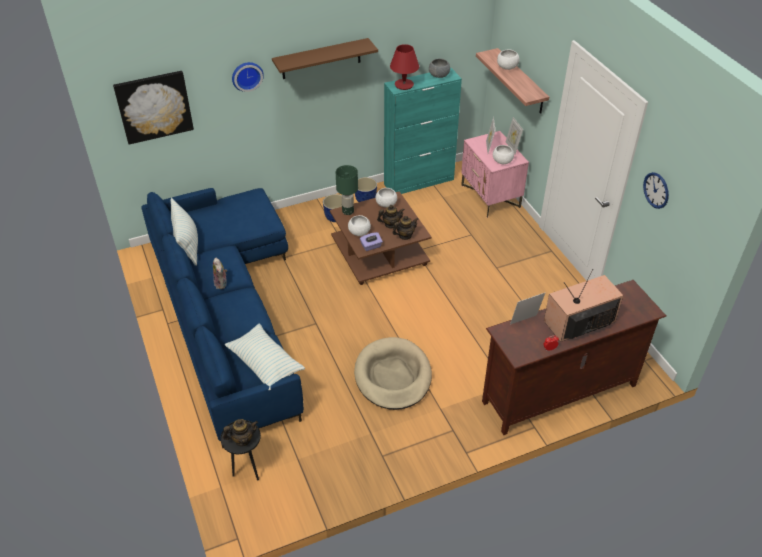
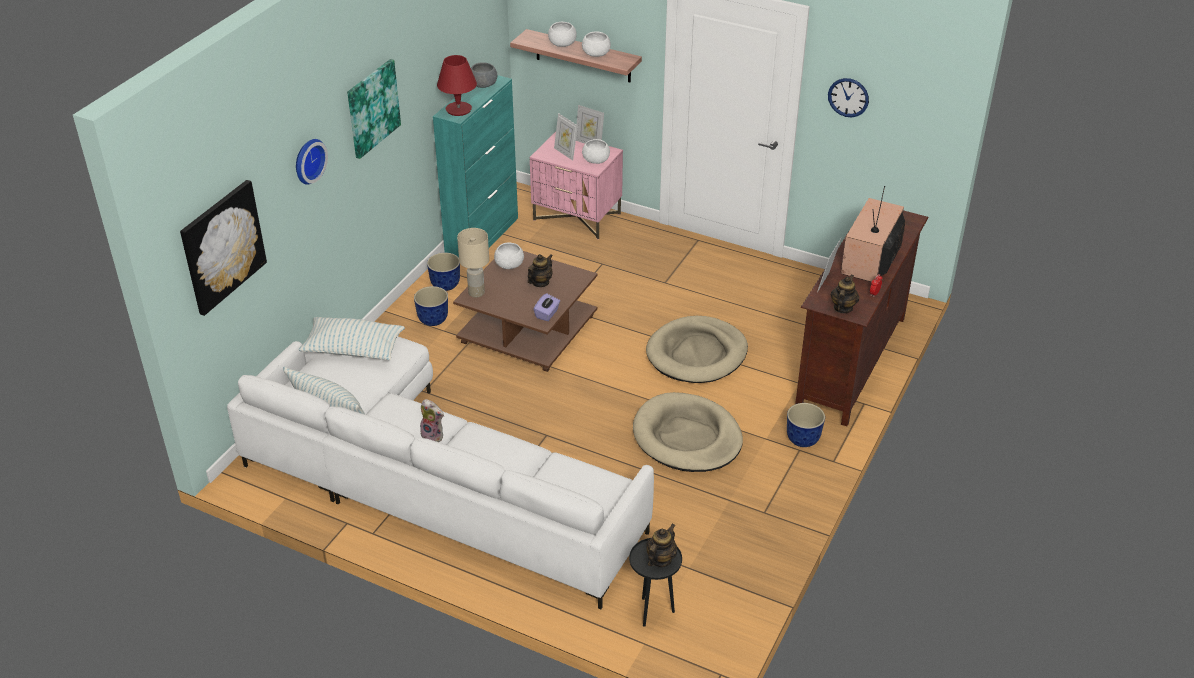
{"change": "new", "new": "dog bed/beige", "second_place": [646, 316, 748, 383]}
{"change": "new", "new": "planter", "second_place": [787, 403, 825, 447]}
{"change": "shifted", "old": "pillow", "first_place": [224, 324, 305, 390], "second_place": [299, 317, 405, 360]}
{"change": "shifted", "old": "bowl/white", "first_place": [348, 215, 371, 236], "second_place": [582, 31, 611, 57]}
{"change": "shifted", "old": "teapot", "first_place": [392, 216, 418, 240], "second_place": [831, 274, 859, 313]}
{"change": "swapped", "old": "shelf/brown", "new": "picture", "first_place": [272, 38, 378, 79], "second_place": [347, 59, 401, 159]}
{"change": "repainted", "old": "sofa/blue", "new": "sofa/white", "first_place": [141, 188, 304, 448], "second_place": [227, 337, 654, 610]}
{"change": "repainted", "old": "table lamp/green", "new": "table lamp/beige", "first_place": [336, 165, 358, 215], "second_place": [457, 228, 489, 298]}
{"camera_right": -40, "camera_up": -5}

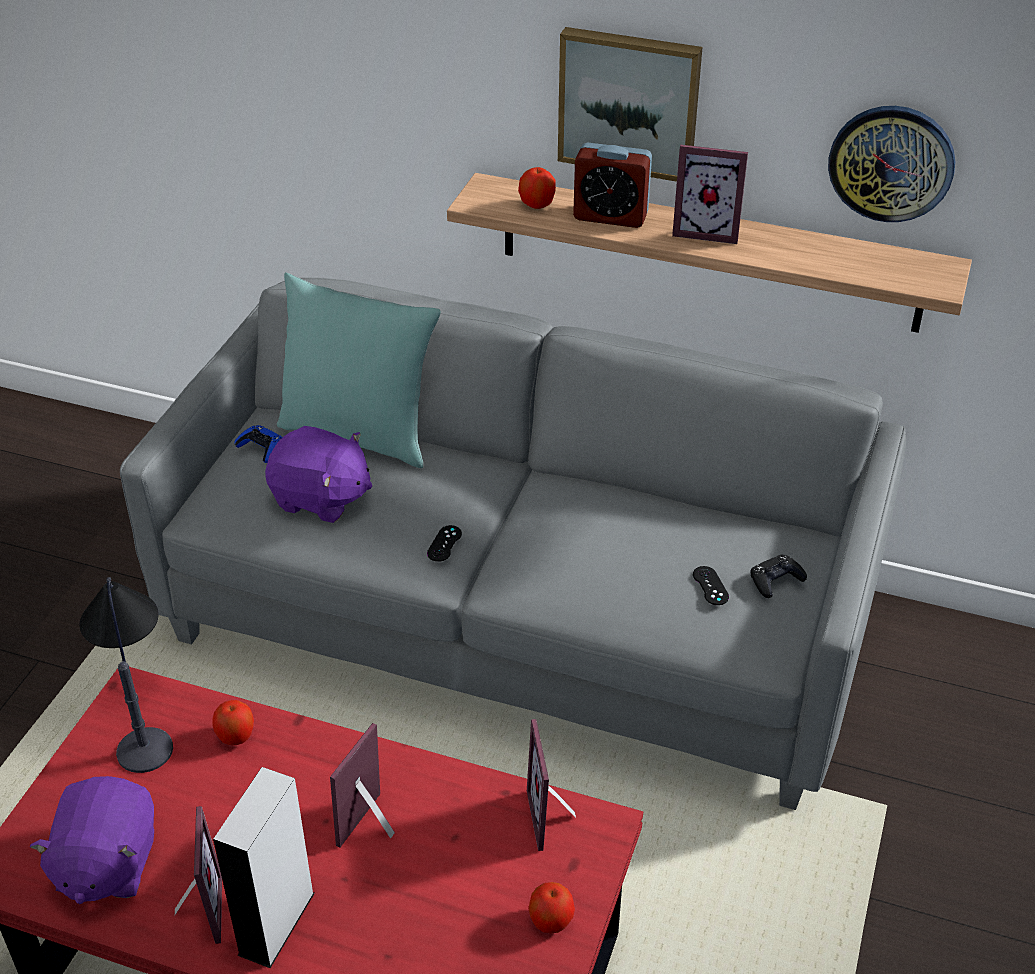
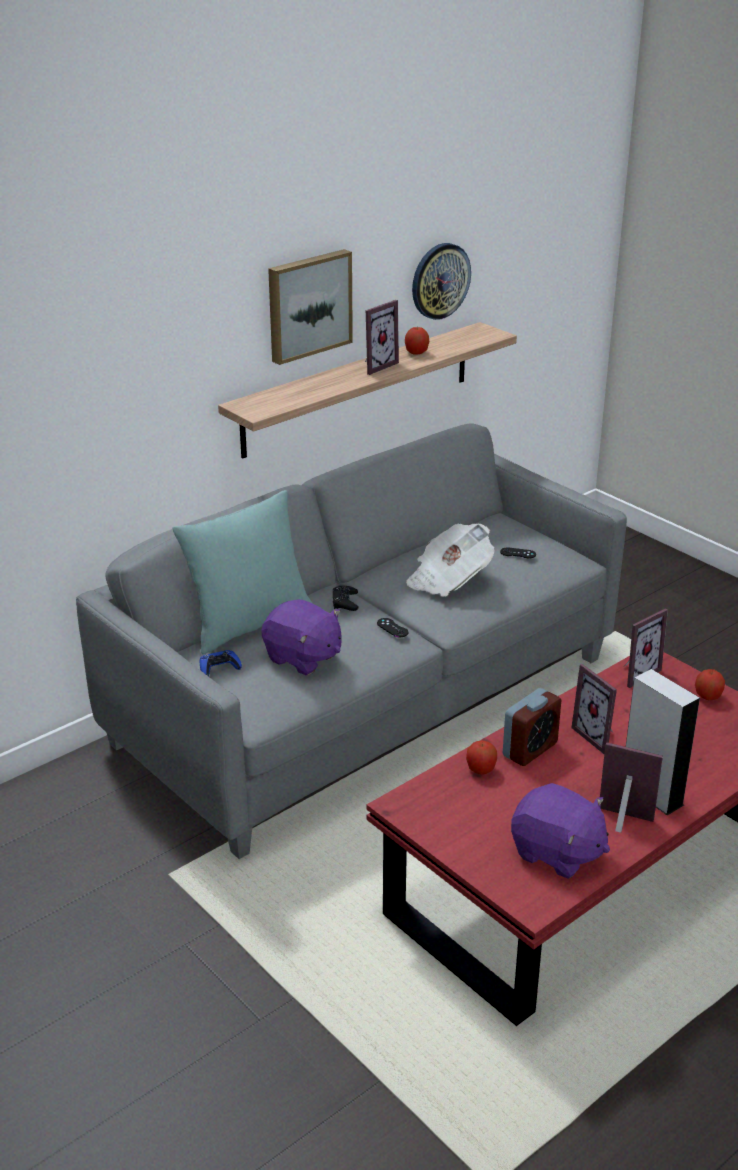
{"change": "gone", "old": "table lamp", "first_place": [79, 577, 173, 773]}
{"change": "new", "new": "newspaper", "second_place": [406, 524, 494, 597]}
{"change": "shifted", "old": "apple", "first_place": [518, 167, 556, 209], "second_place": [405, 327, 429, 355]}
{"change": "shifted", "old": "alarm clock", "first_place": [573, 142, 652, 228], "second_place": [503, 688, 561, 766]}
{"change": "shifted", "old": "game controller/black", "first_place": [750, 555, 807, 598], "second_place": [333, 585, 359, 611]}
{"change": "rotated", "old": "plush toy/purple", "first_place": [265, 426, 372, 523], "second_place": [261, 599, 342, 675], "degrees": 75}
{"change": "rotated", "old": "picture frame", "first_place": [527, 719, 576, 851], "second_place": [624, 608, 668, 688], "degrees": -60}
{"camera_right": -60, "camera_up": -10}

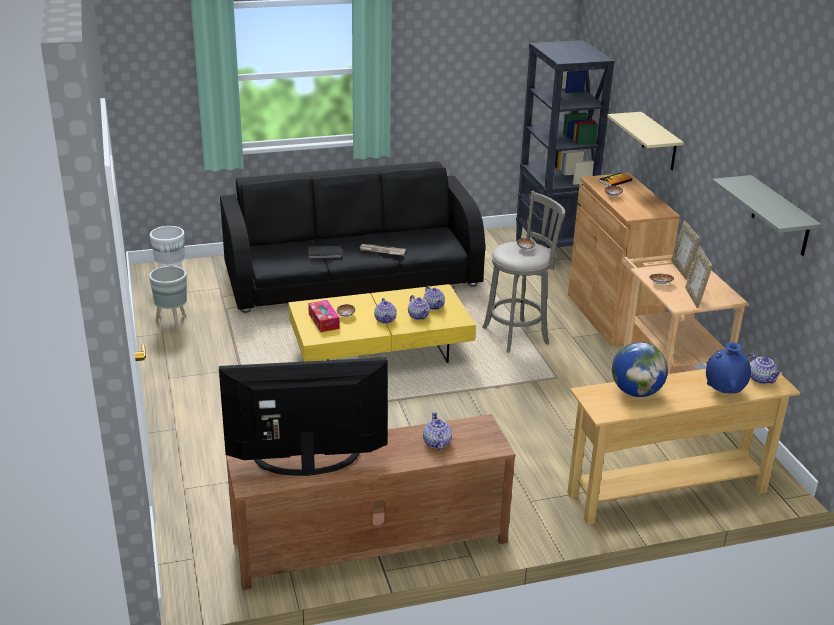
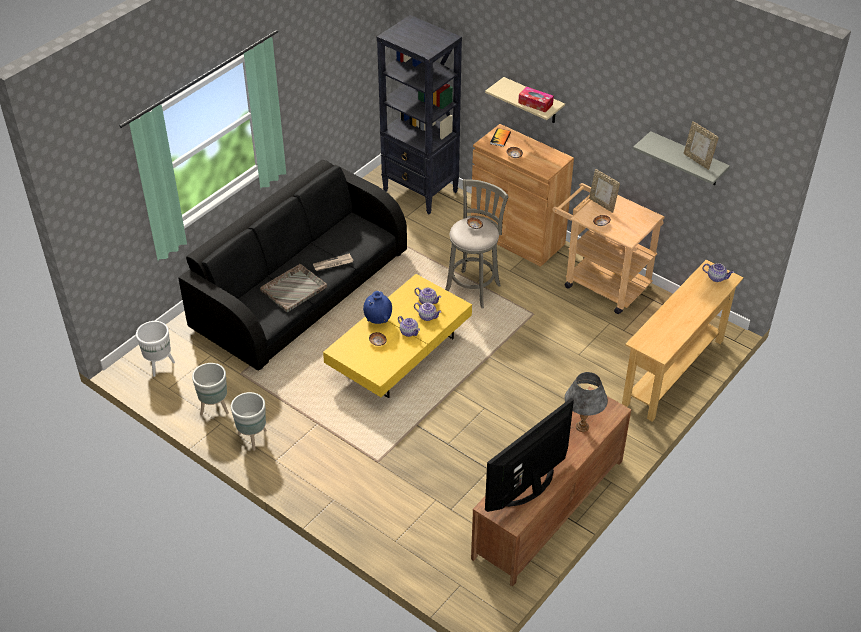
{"change": "gone", "old": "globe", "first_place": [612, 342, 668, 397]}
{"change": "new", "new": "planter/grey", "second_place": [231, 392, 267, 451]}
{"change": "shifted", "old": "tissue box", "first_place": [308, 300, 340, 332], "second_place": [518, 87, 554, 113]}
{"change": "shifted", "old": "picture frame", "first_place": [685, 246, 712, 308], "second_place": [683, 121, 719, 170]}
{"change": "shifted", "old": "vase/blue", "first_place": [706, 342, 751, 394], "second_place": [363, 291, 392, 324]}
{"change": "swapped", "old": "book/black", "new": "tray/grey", "first_place": [308, 246, 342, 259], "second_place": [260, 264, 327, 312]}
{"change": "swapped", "old": "teapot", "new": "table lamp/grey", "first_place": [423, 412, 452, 450], "second_place": [565, 372, 608, 432]}
{"camera_right": -35, "camera_up": 15}

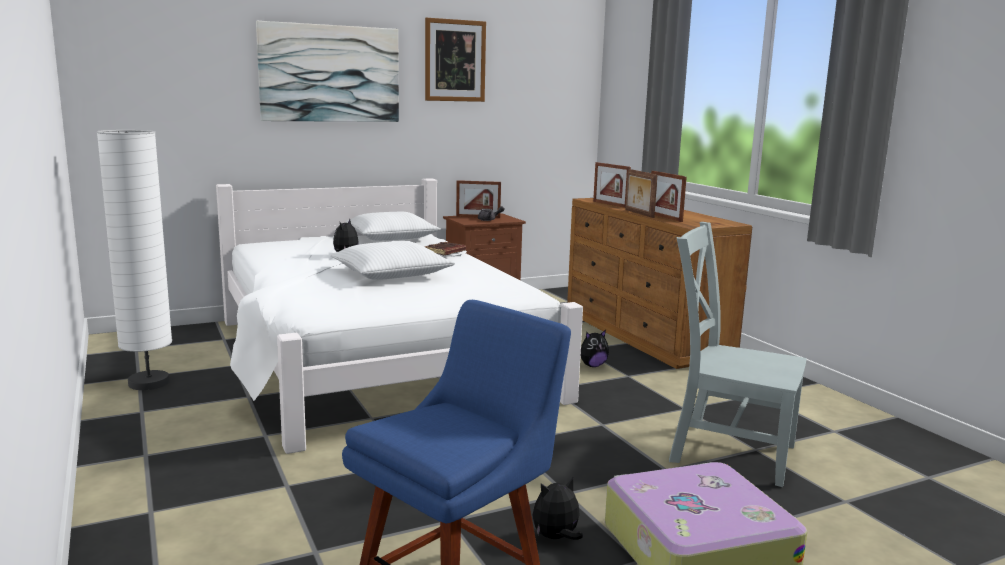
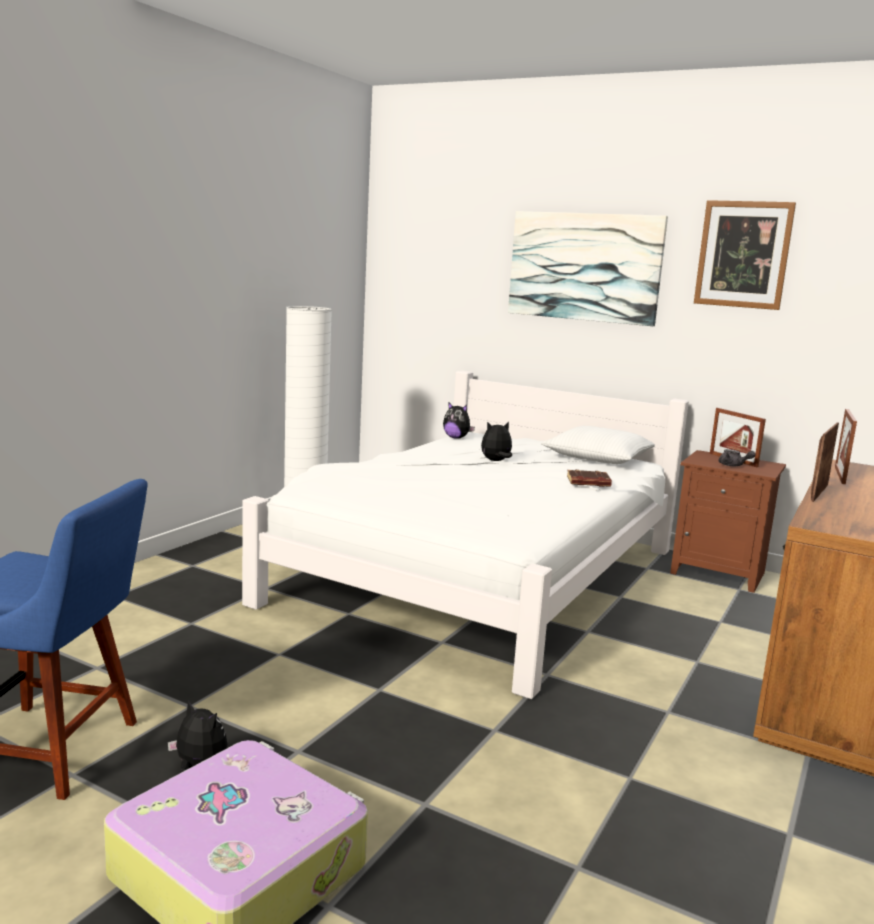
{"change": "gone", "old": "pillow/white", "first_place": [330, 241, 455, 280]}
{"change": "gone", "old": "picture frame", "first_place": [651, 171, 687, 222]}
{"change": "gone", "old": "chair/grey", "first_place": [669, 222, 807, 487]}
{"change": "shifted", "old": "plush toy", "first_place": [581, 330, 609, 367], "second_place": [443, 402, 475, 439]}
{"camera_right": 55, "camera_up": 0}

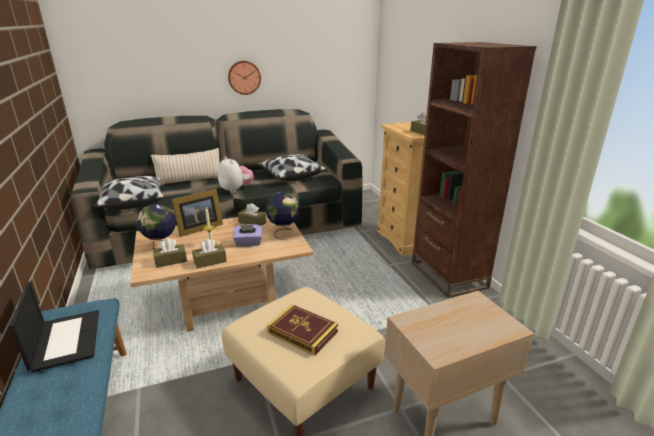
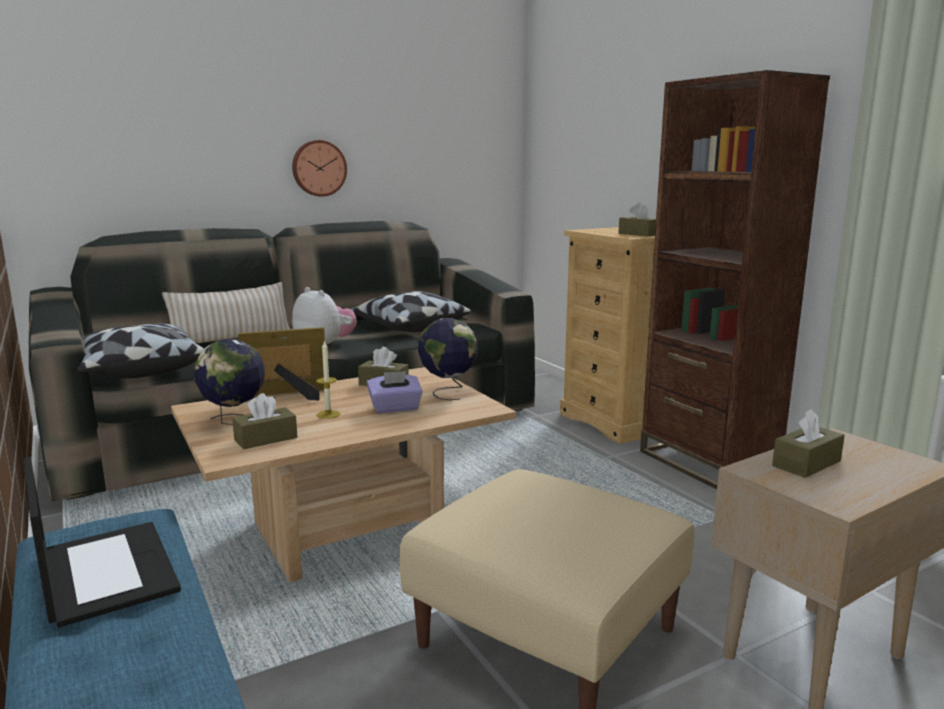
{"change": "gone", "old": "book", "first_place": [267, 304, 338, 356]}
{"change": "shifted", "old": "tissue box/brown", "first_place": [192, 239, 227, 269], "second_place": [772, 409, 845, 478]}
{"change": "rotated", "old": "picture frame", "first_place": [172, 189, 223, 237], "second_place": [238, 327, 325, 401], "degrees": -150}
{"camera_right": -10, "camera_up": -10}

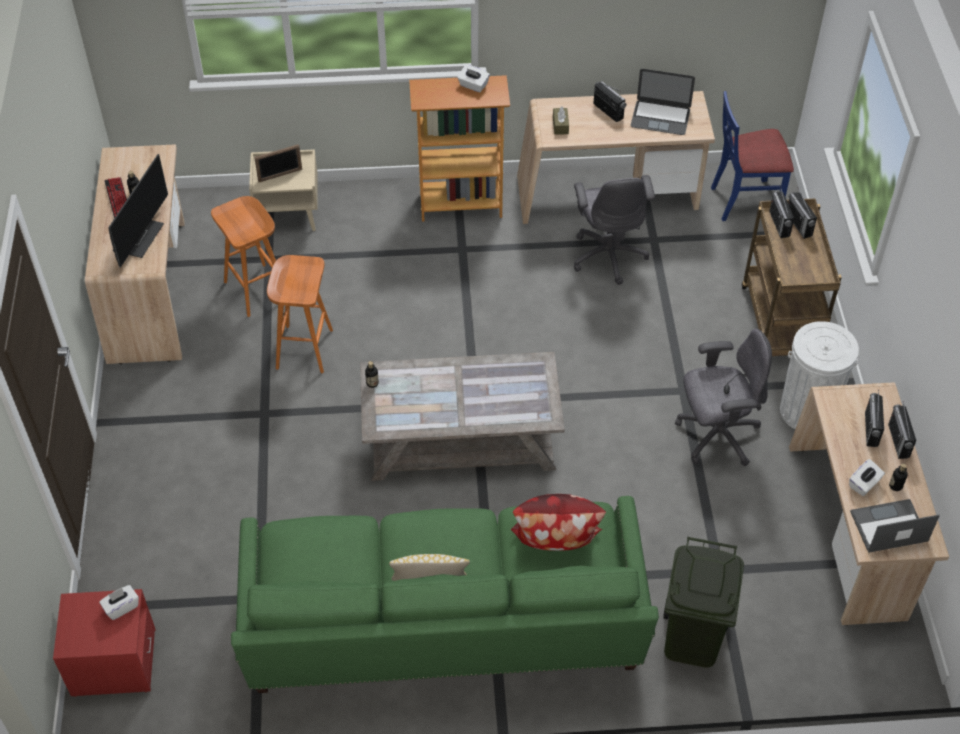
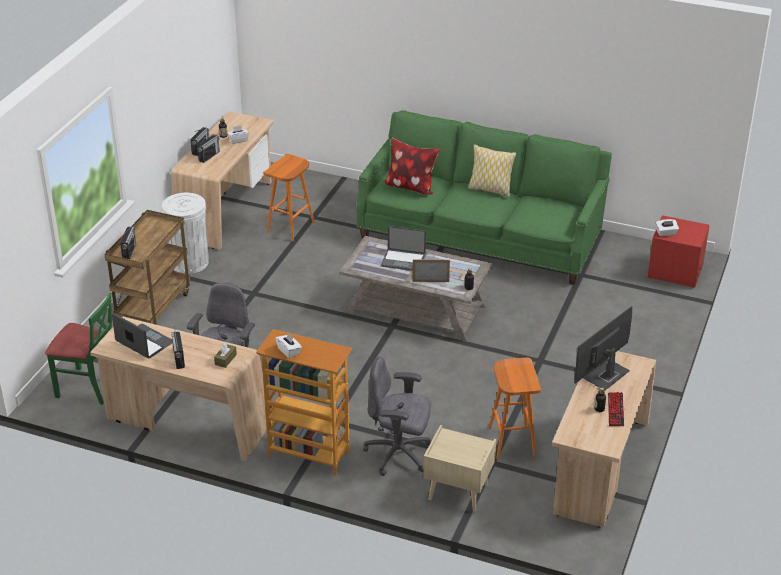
{"change": "gone", "old": "trash can/green", "first_place": [664, 537, 744, 668]}
{"change": "gone", "old": "radio", "first_place": [769, 186, 794, 238]}
{"change": "shifted", "old": "picture frame", "first_place": [254, 144, 302, 182], "second_place": [413, 259, 450, 282]}
{"change": "shifted", "old": "stool/orange", "first_place": [267, 255, 333, 373], "second_place": [263, 154, 315, 241]}
{"change": "shifted", "old": "office chair/grey", "first_place": [675, 329, 772, 466], "second_place": [363, 356, 431, 476]}
{"change": "shifted", "old": "laptop", "first_place": [850, 499, 940, 553], "second_place": [381, 226, 426, 271]}
{"change": "repainted", "old": "chair/blue", "new": "chair/green", "first_place": [711, 91, 794, 221], "second_place": [45, 292, 112, 405]}
{"camera_right": -155, "camera_up": -15}

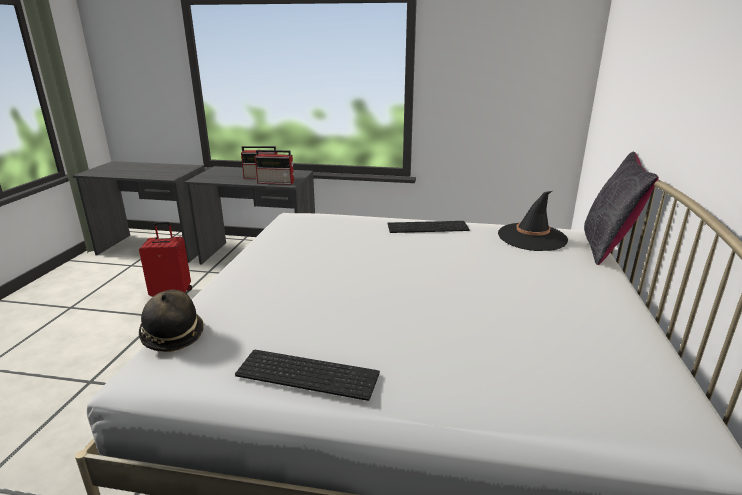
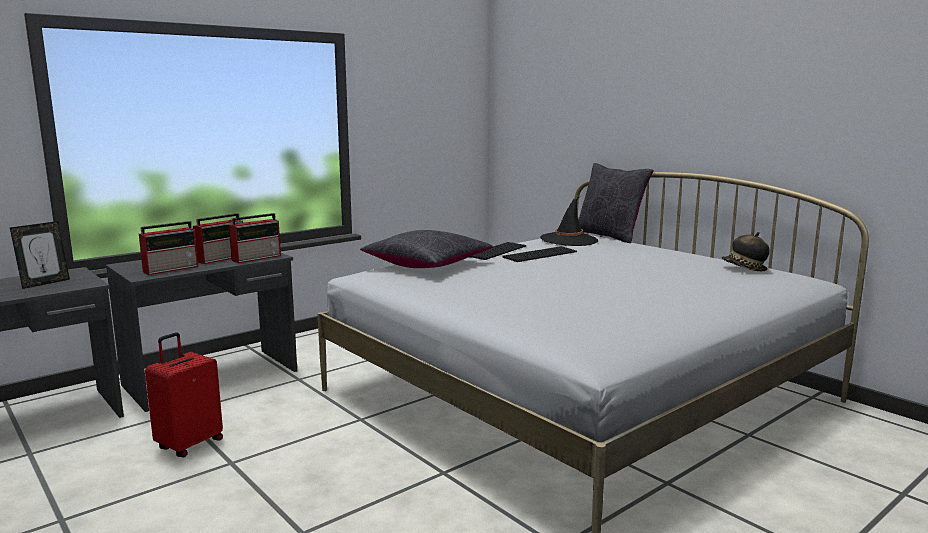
{"change": "new", "new": "picture frame", "second_place": [10, 221, 70, 289]}
{"change": "new", "new": "radio", "second_place": [139, 221, 198, 275]}
{"change": "new", "new": "pillow/black", "second_place": [360, 230, 493, 268]}
{"change": "shifted", "old": "hat", "first_place": [139, 290, 204, 352], "second_place": [722, 232, 770, 271]}
{"change": "shifted", "old": "keyboard", "first_place": [235, 350, 380, 401], "second_place": [502, 246, 577, 262]}
{"camera_right": -50, "camera_up": -10}

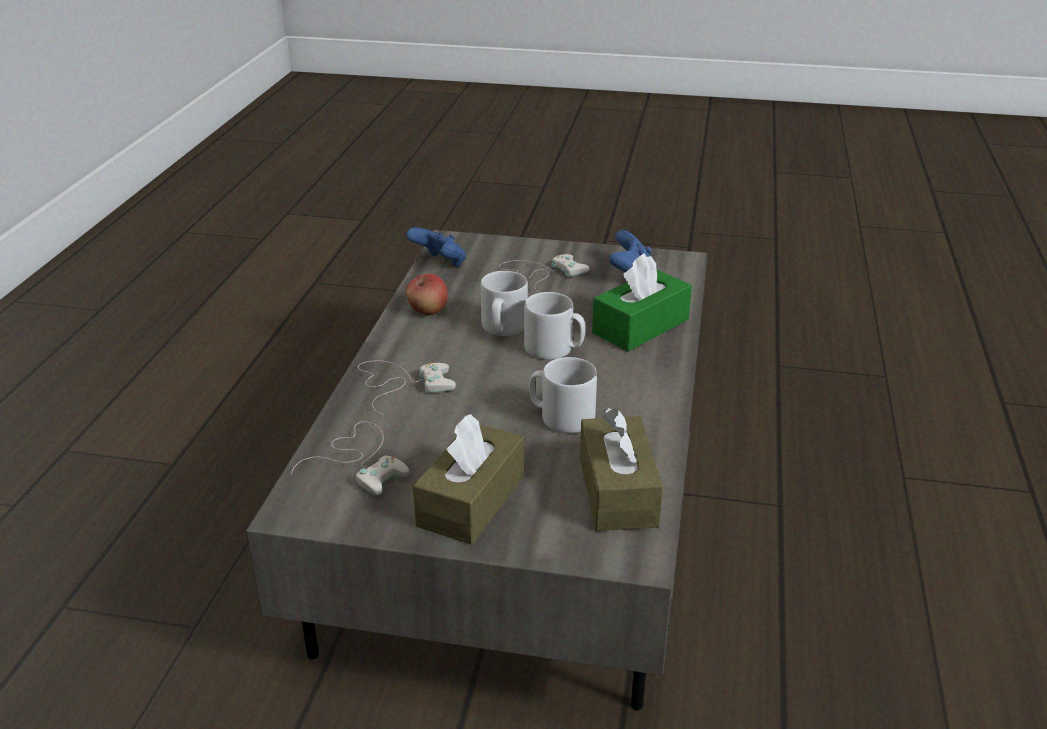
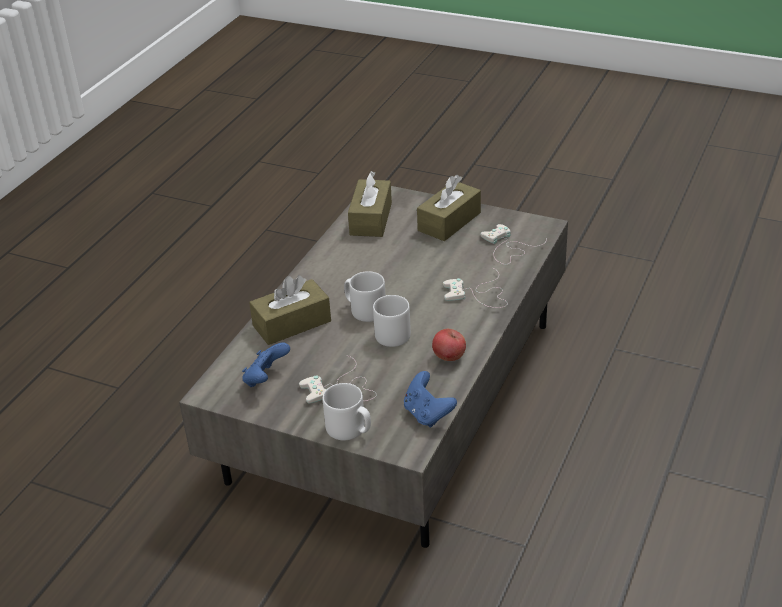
{"change": "shifted", "old": "mug/grey", "first_place": [529, 357, 597, 433], "second_place": [323, 383, 371, 440]}
{"change": "repainted", "old": "tissue box/green", "new": "tissue box/brown", "first_place": [592, 253, 692, 351], "second_place": [249, 275, 331, 345]}
{"camera_right": -165, "camera_up": 5}

